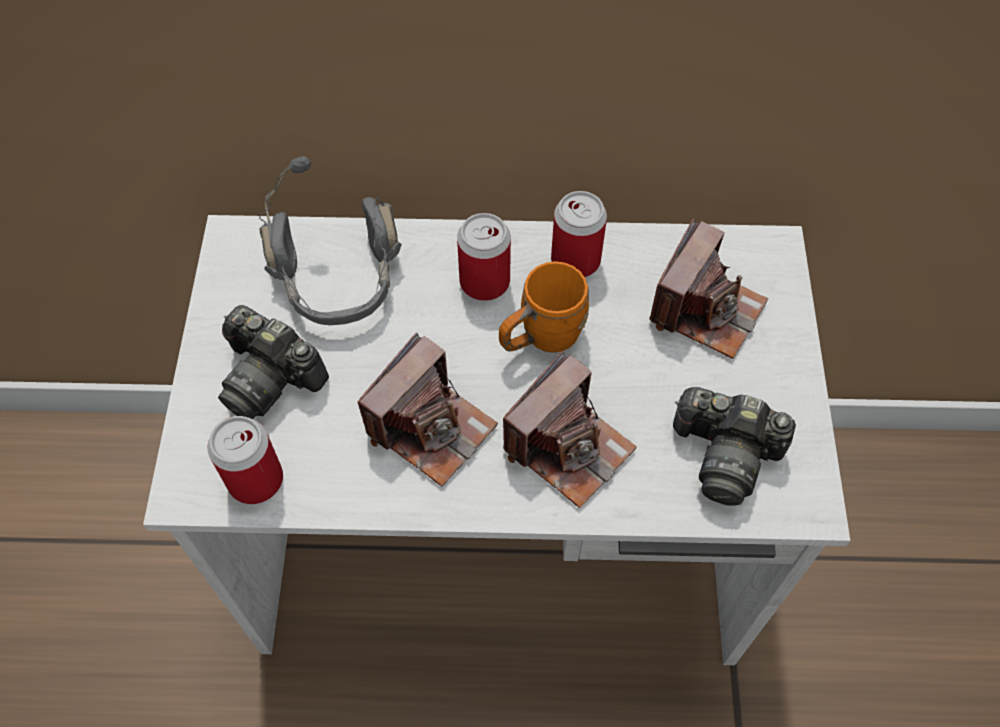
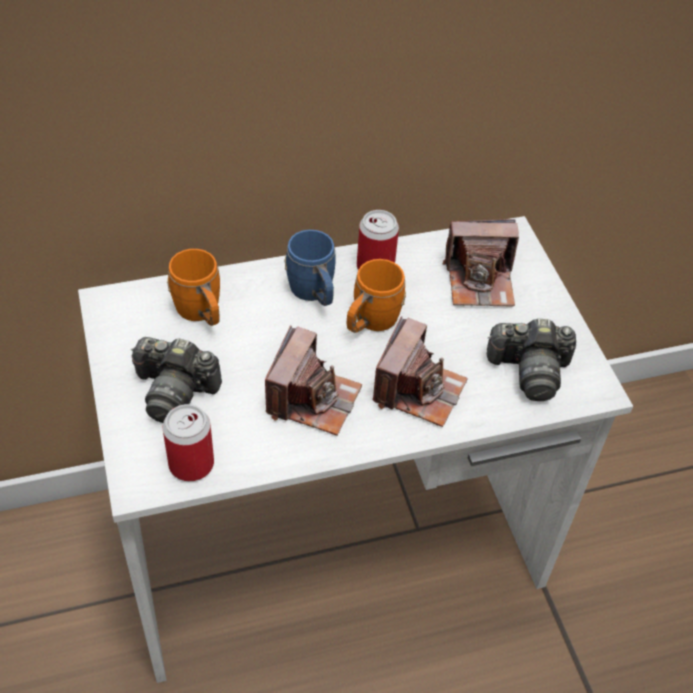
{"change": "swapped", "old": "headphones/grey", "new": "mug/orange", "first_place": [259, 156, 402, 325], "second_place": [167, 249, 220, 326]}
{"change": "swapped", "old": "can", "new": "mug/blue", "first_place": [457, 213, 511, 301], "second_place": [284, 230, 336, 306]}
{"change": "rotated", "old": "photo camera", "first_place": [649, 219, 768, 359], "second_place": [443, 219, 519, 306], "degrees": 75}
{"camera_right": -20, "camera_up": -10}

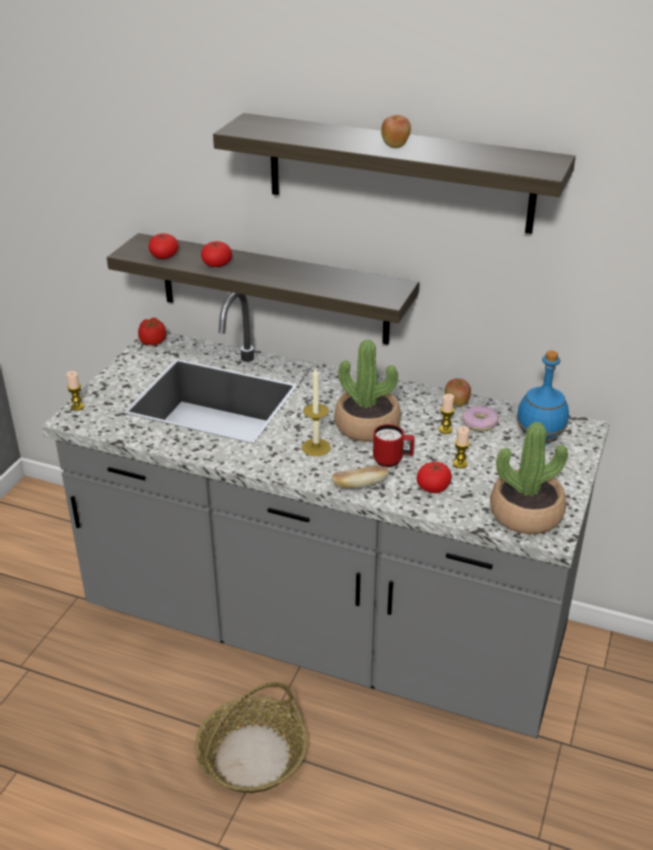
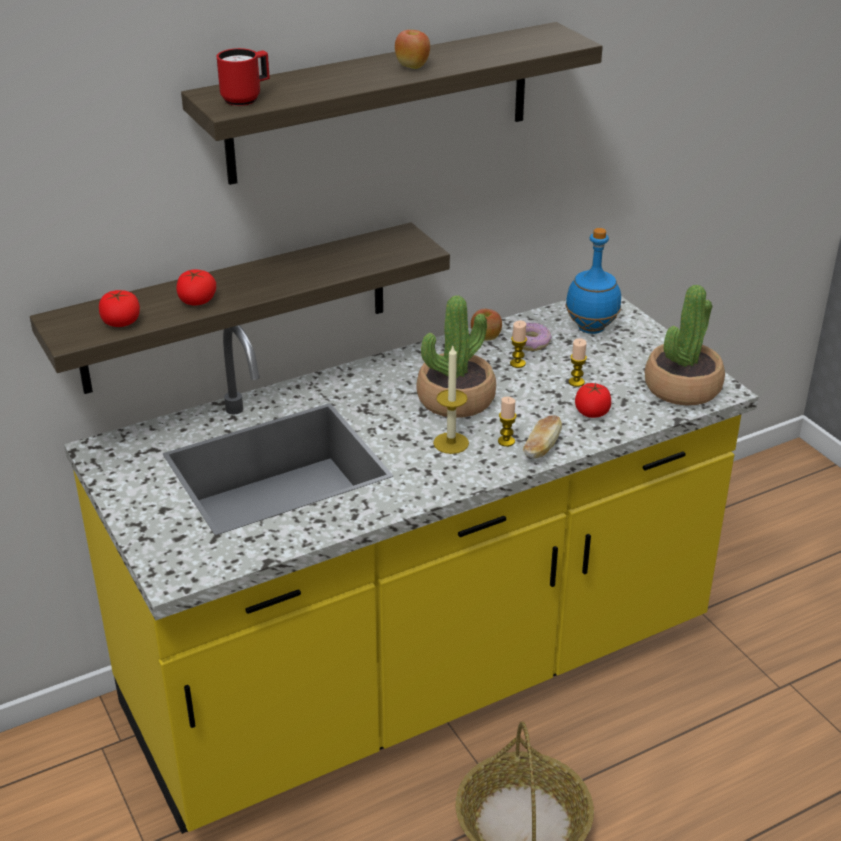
{"change": "gone", "old": "tomato", "first_place": [138, 318, 166, 346]}
{"change": "shifted", "old": "candle", "first_place": [66, 371, 84, 411], "second_place": [498, 397, 516, 447]}
{"change": "shifted", "old": "mug/red", "first_place": [373, 424, 415, 467], "second_place": [217, 48, 270, 106]}
{"change": "repainted", "old": "counter/grey", "new": "counter/yellow", "first_place": [42, 292, 610, 738], "second_place": [64, 296, 759, 834]}
{"camera_right": -50, "camera_up": 0}

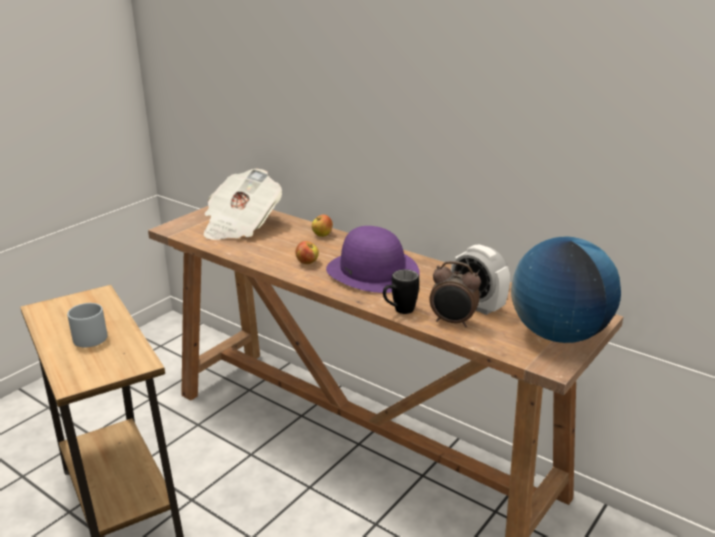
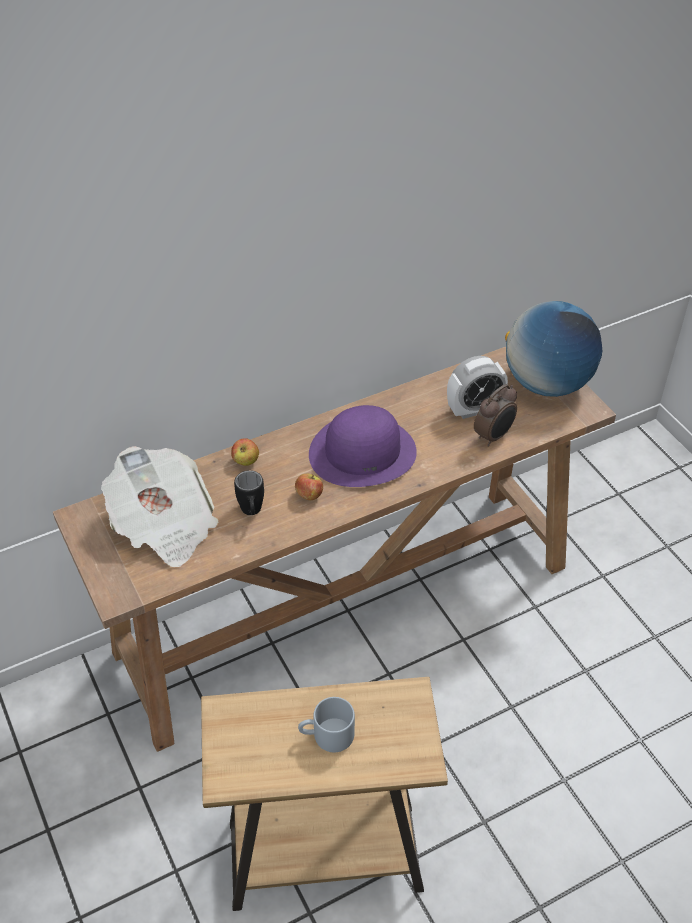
{"change": "shifted", "old": "mug/black", "first_place": [383, 269, 419, 314], "second_place": [234, 470, 264, 515]}
{"camera_right": -65, "camera_up": 20}

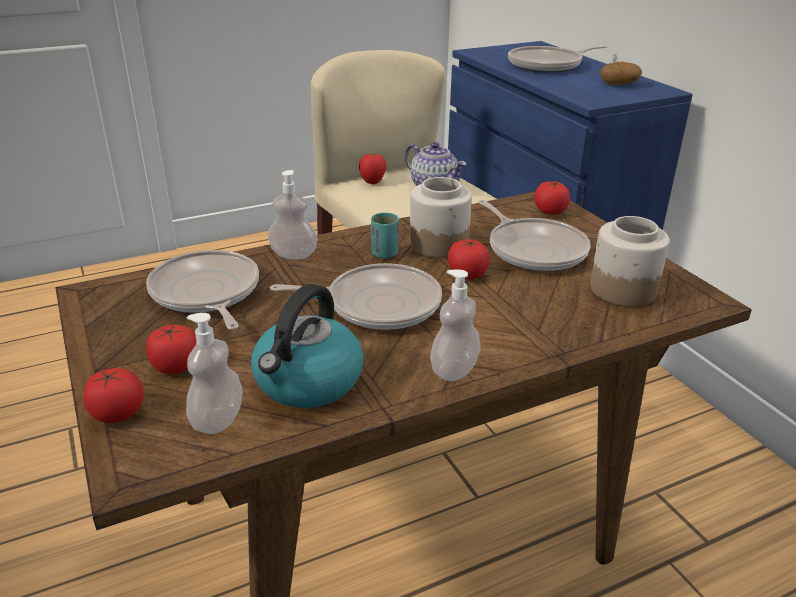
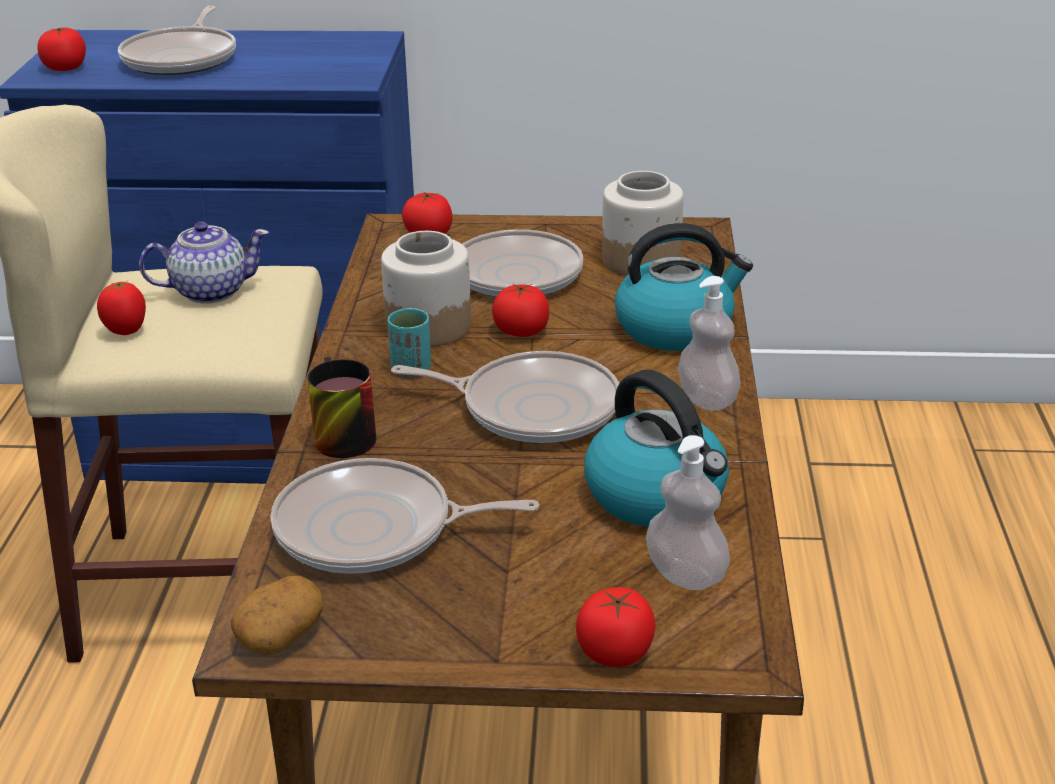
{"change": "new", "new": "kettle", "second_place": [615, 223, 753, 351]}
{"change": "shifted", "old": "tomato", "first_place": [146, 325, 197, 374], "second_place": [38, 27, 86, 71]}
{"change": "shifted", "old": "potato", "first_place": [600, 62, 642, 85], "second_place": [231, 575, 323, 655]}
{"change": "swapped", "old": "soap dispenser", "new": "mug", "first_place": [268, 170, 318, 259], "second_place": [307, 357, 376, 458]}
{"change": "rotated", "old": "frying pan", "first_place": [270, 263, 442, 330], "second_place": [391, 351, 619, 443], "degrees": 75}
{"camera_right": -60, "camera_up": 0}

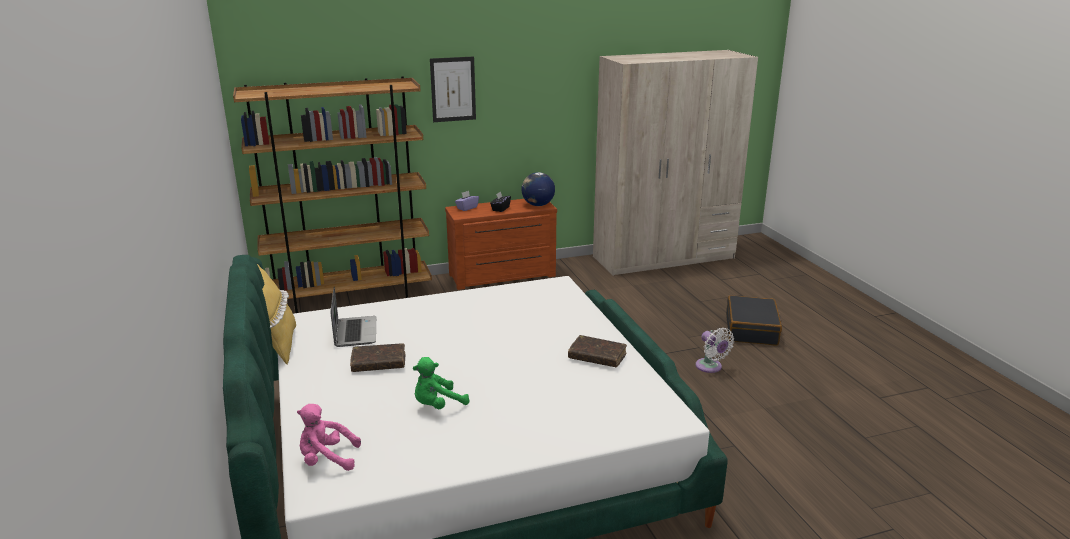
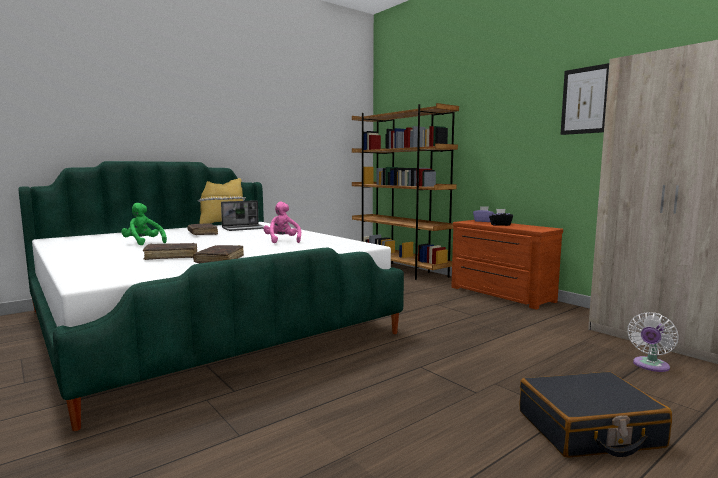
{"change": "gone", "old": "globe", "first_place": [521, 172, 555, 206]}
{"change": "new", "new": "book/brown", "second_place": [143, 243, 197, 260]}
{"change": "shifted", "old": "plush toy/pink", "first_place": [297, 404, 361, 471], "second_place": [263, 202, 301, 243]}
{"change": "shifted", "old": "picture", "first_place": [430, 57, 476, 122], "second_place": [560, 63, 609, 135]}
{"change": "shifted", "old": "fan/white", "first_place": [695, 328, 734, 373], "second_place": [628, 312, 678, 372]}
{"camera_right": 70, "camera_up": -15}

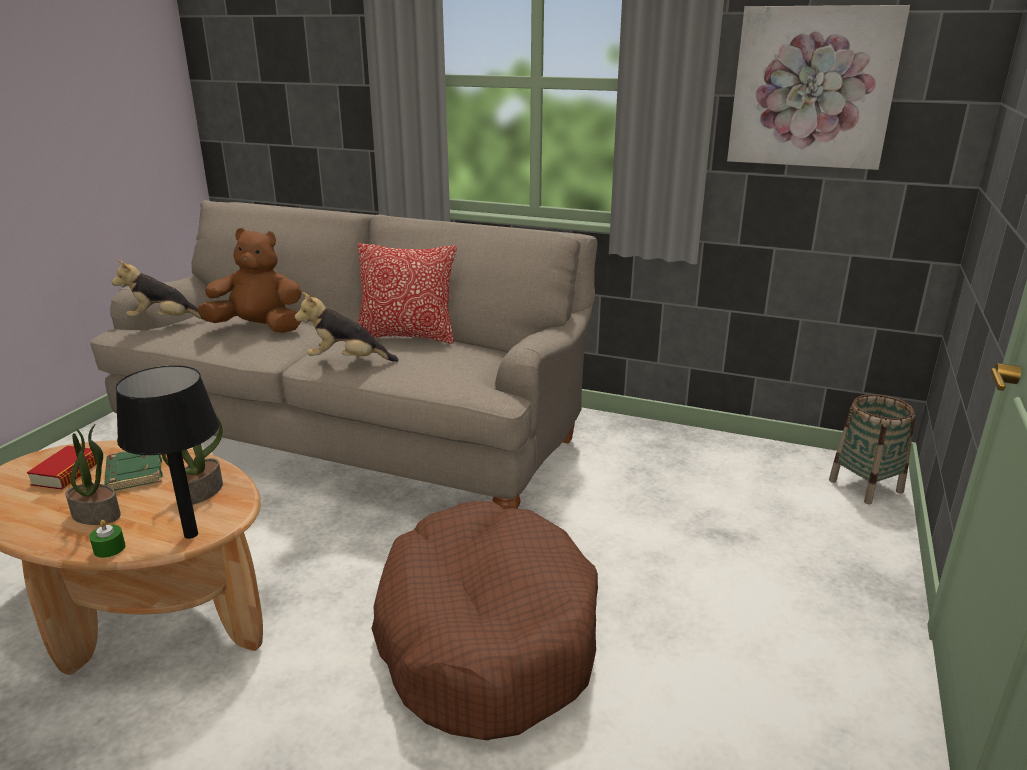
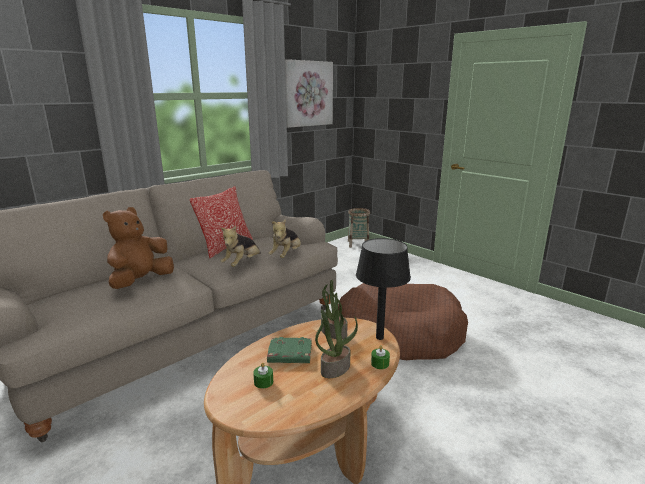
{"change": "shifted", "old": "plush toy", "first_place": [112, 260, 203, 319], "second_place": [268, 219, 301, 258]}
{"change": "swapped", "old": "book", "new": "candle/green", "first_place": [27, 446, 97, 490], "second_place": [253, 363, 273, 389]}
{"camera_right": -65, "camera_up": -5}

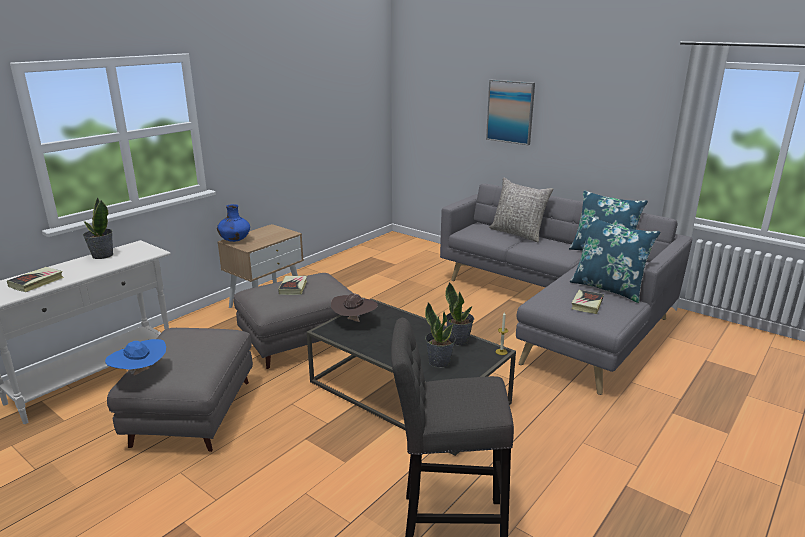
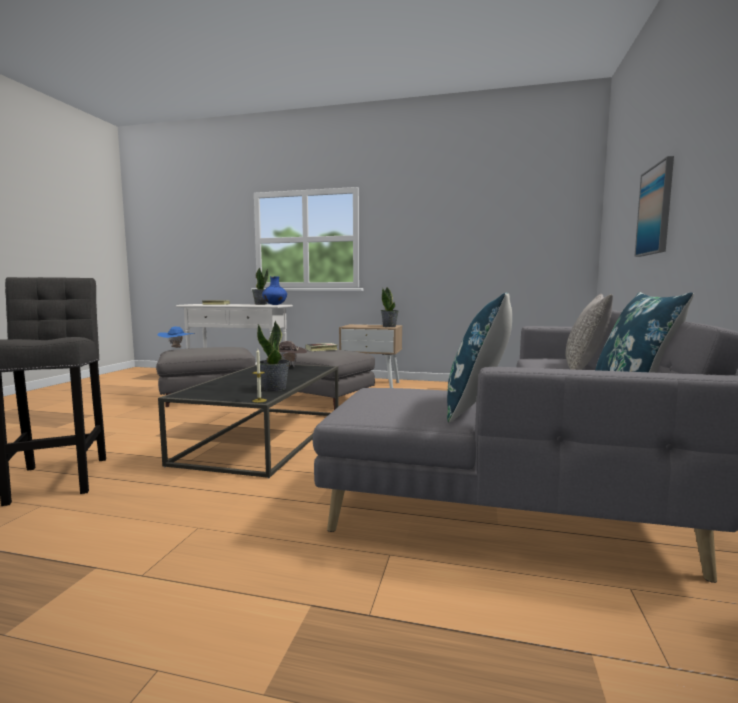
{"change": "gone", "old": "book", "first_place": [571, 290, 604, 314]}
{"change": "shifted", "old": "vase/blue", "first_place": [217, 204, 250, 242], "second_place": [262, 276, 287, 305]}
{"change": "shifted", "old": "potted plant", "first_place": [425, 302, 456, 368], "second_place": [381, 287, 399, 327]}
{"camera_right": 65, "camera_up": -15}

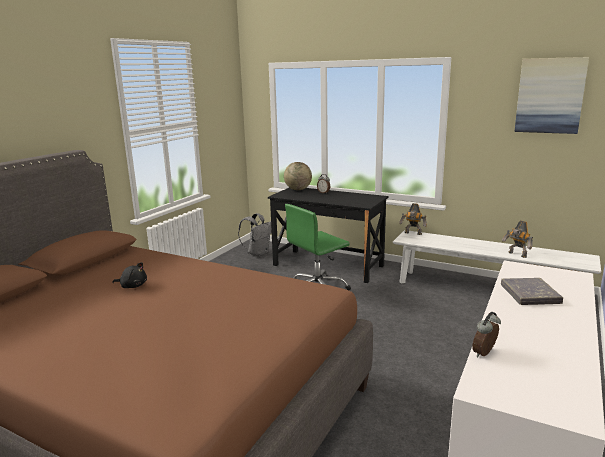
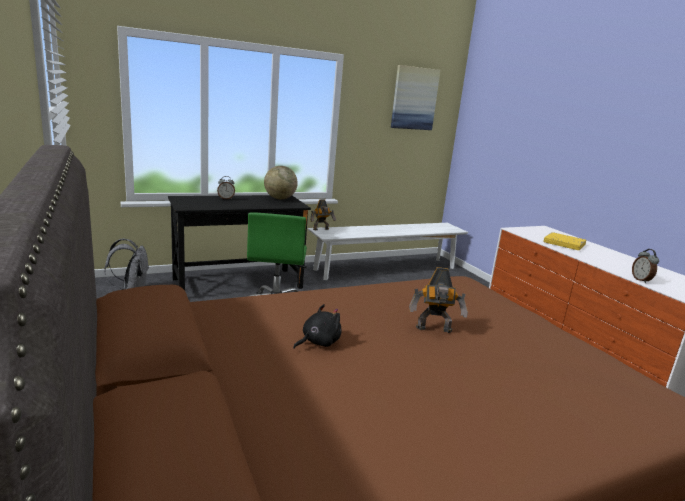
{"change": "shifted", "old": "globe", "first_place": [284, 162, 312, 190], "second_place": [264, 166, 298, 199]}
{"change": "shifted", "old": "toy robot", "first_place": [502, 220, 533, 258], "second_place": [409, 267, 468, 333]}
{"change": "repainted", "old": "book/grey", "new": "book/yellow", "first_place": [501, 278, 563, 305], "second_place": [543, 232, 586, 250]}
{"camera_right": -55, "camera_up": 0}

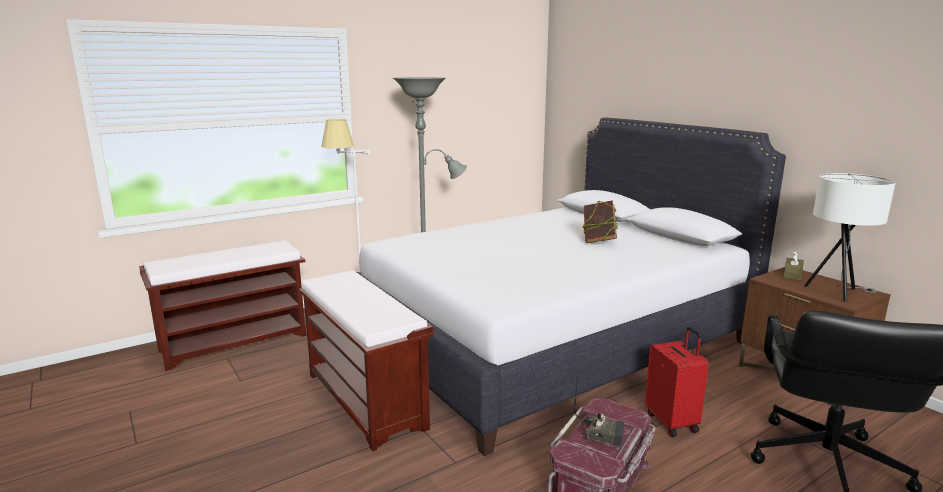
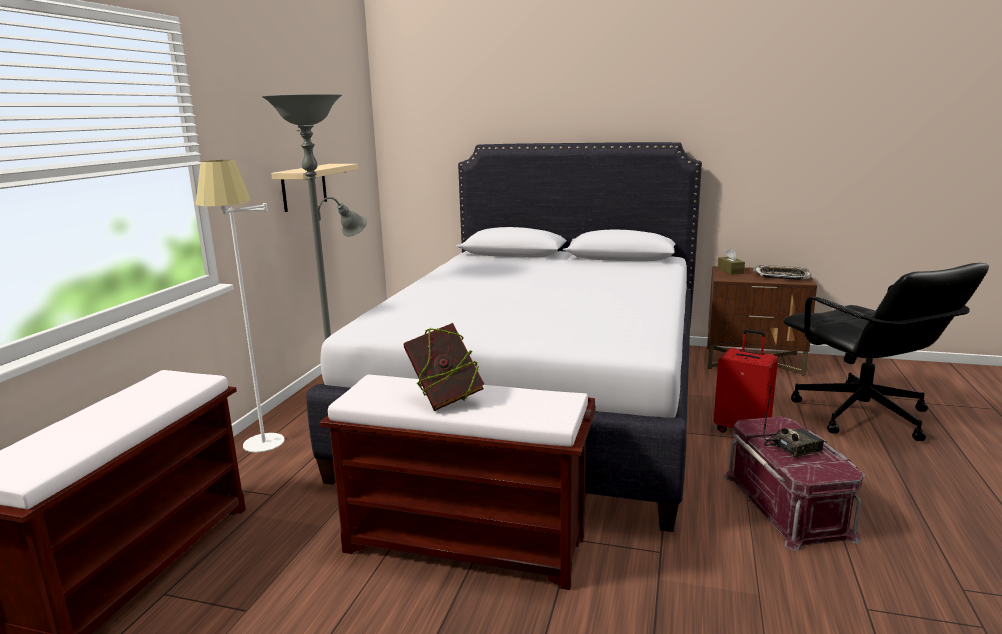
{"change": "new", "new": "shelf/beige", "second_place": [271, 164, 358, 212]}
{"change": "shifted", "old": "book", "first_place": [583, 200, 618, 243], "second_place": [404, 323, 484, 411]}
{"change": "swapped", "old": "table lamp/white", "new": "tray", "first_place": [804, 173, 896, 302], "second_place": [753, 265, 811, 280]}
{"camera_right": -40, "camera_up": 0}

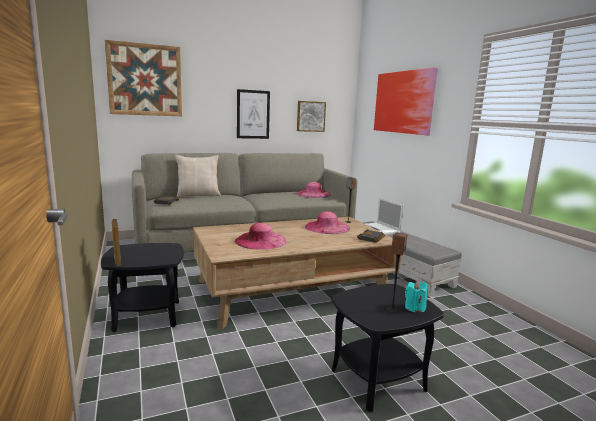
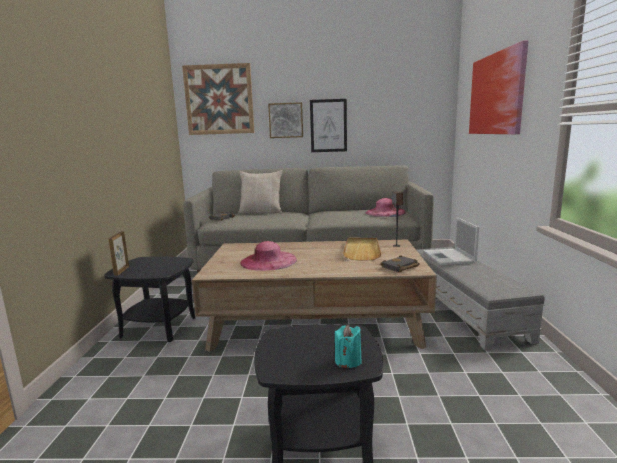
{"change": "gone", "old": "speaker", "first_place": [387, 233, 407, 313]}
{"change": "shifted", "old": "picture", "first_place": [297, 101, 326, 132], "second_place": [268, 102, 303, 138]}
{"change": "swapped", "old": "hat/pink", "new": "tray/beige", "first_place": [305, 211, 350, 234], "second_place": [343, 238, 381, 261]}
{"camera_right": 25, "camera_up": 0}

